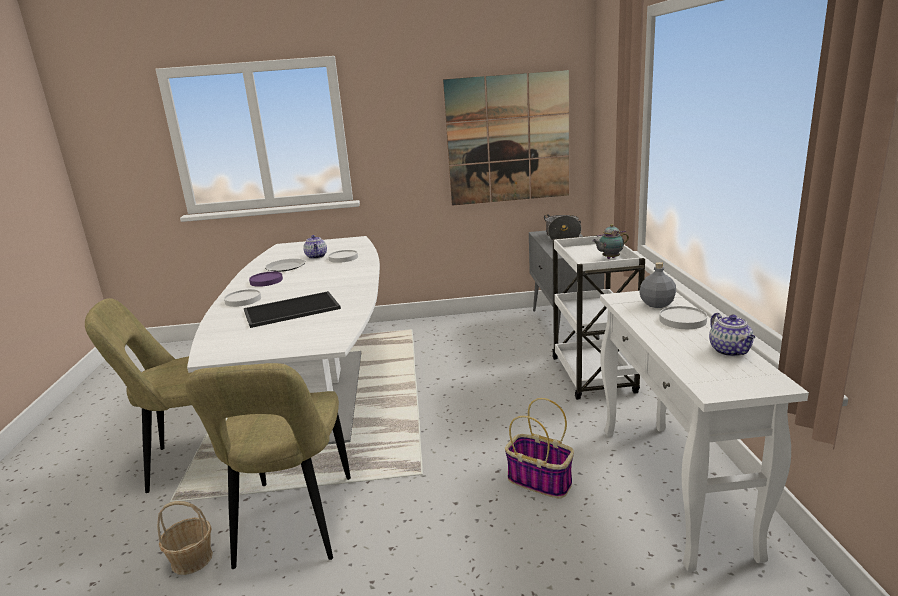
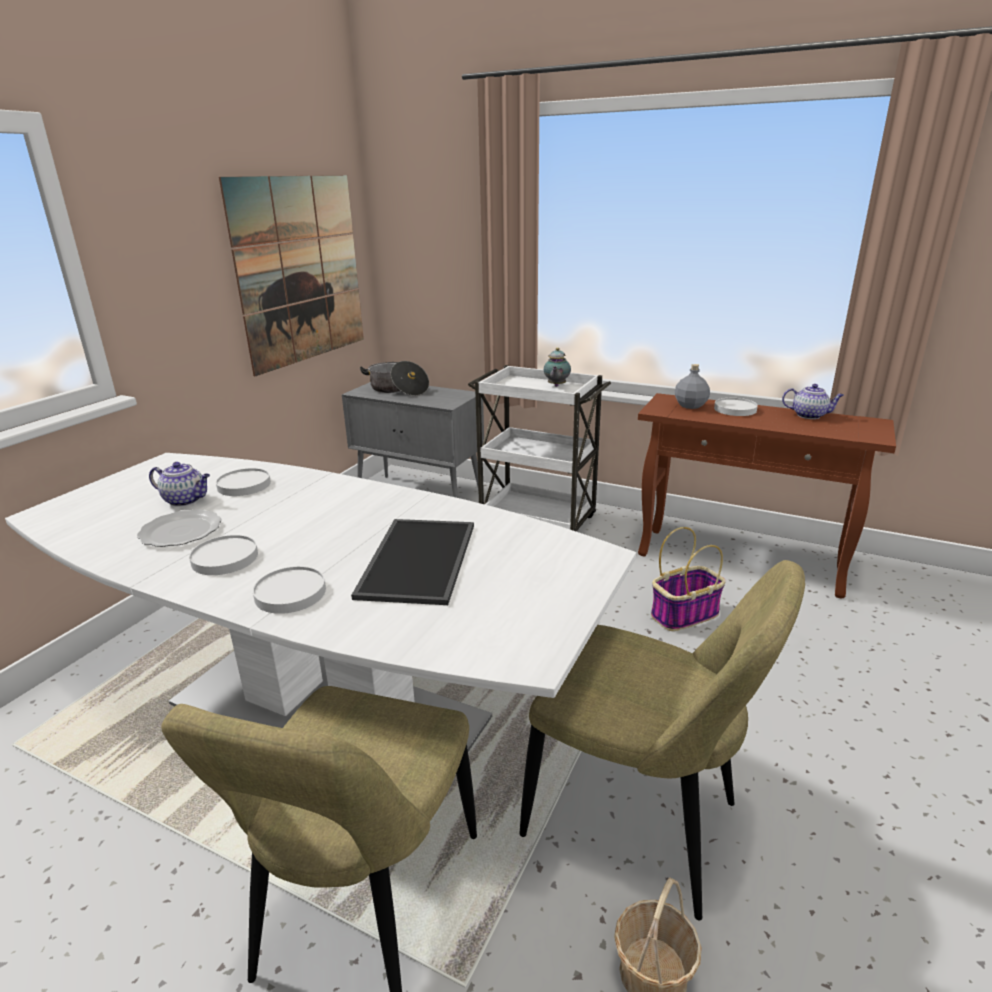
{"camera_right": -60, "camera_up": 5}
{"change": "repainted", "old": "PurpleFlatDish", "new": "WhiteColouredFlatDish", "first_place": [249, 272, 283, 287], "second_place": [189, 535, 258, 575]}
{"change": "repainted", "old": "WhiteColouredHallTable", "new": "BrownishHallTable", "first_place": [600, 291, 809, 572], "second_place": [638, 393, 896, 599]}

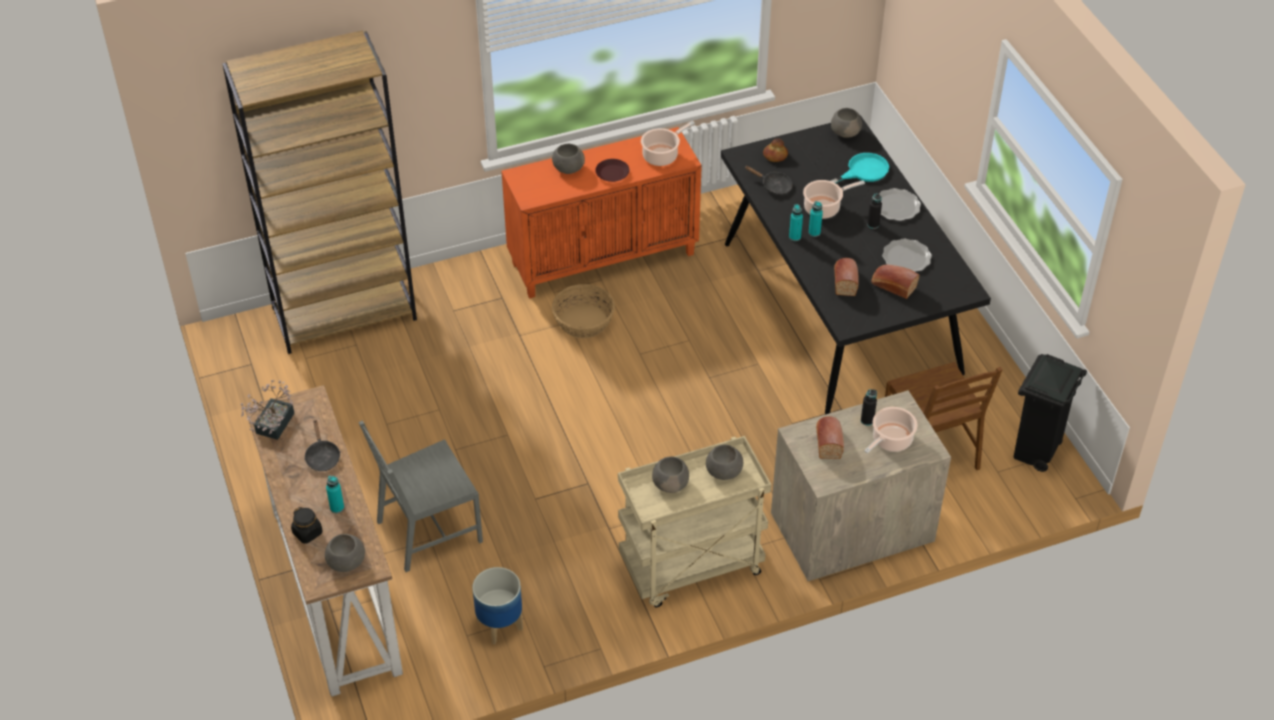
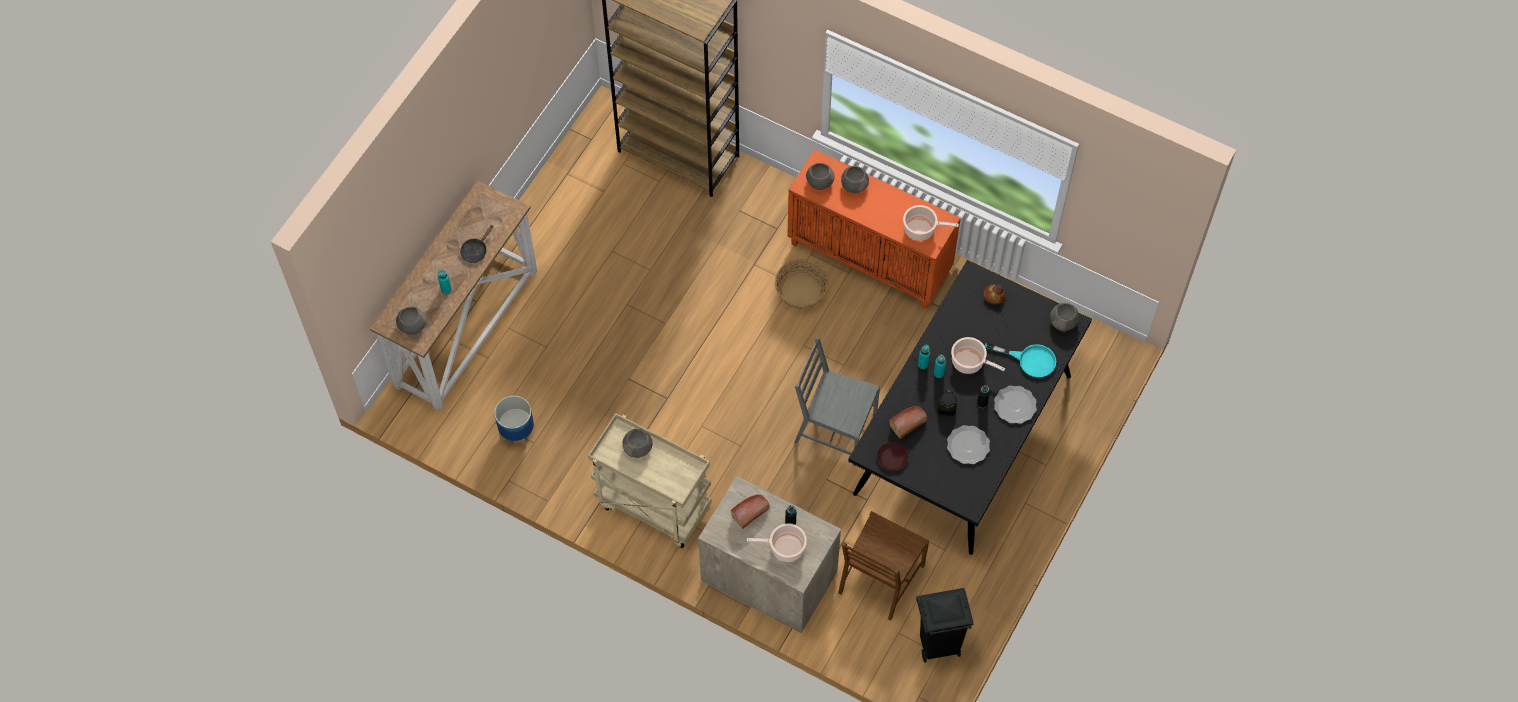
{"camera_right": 50, "camera_up": 15}
{"change": "shifted", "old": "BrownishFlatDish", "first_place": [595, 159, 629, 182], "second_place": [877, 442, 908, 471]}
{"change": "gone", "old": "BlackishSkillet", "first_place": [745, 166, 792, 195]}
{"change": "gone", "old": "BakedBread", "first_place": [872, 265, 920, 299]}
{"change": "gone", "old": "PottedPlant", "first_place": [241, 380, 294, 440]}
{"change": "shifted", "old": "GreyChair", "first_place": [359, 420, 483, 572], "second_place": [795, 337, 880, 466]}
{"change": "shifted", "old": "GreyDeepDish", "first_place": [706, 444, 743, 480], "second_place": [806, 163, 834, 190]}
{"change": "shifted", "old": "BlackishPreserveJar", "first_place": [291, 507, 322, 544], "second_place": [937, 390, 957, 416]}

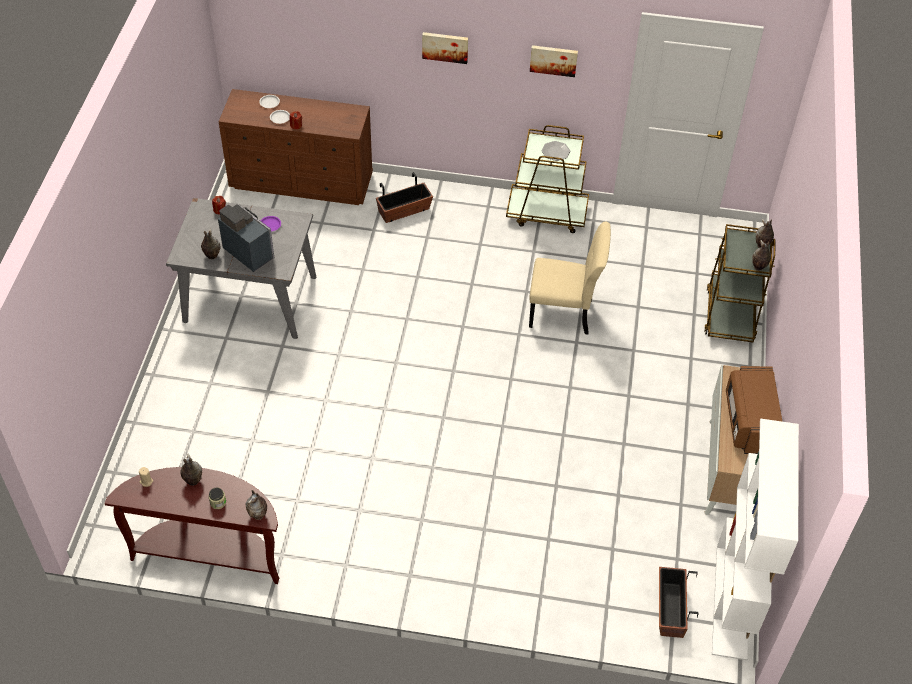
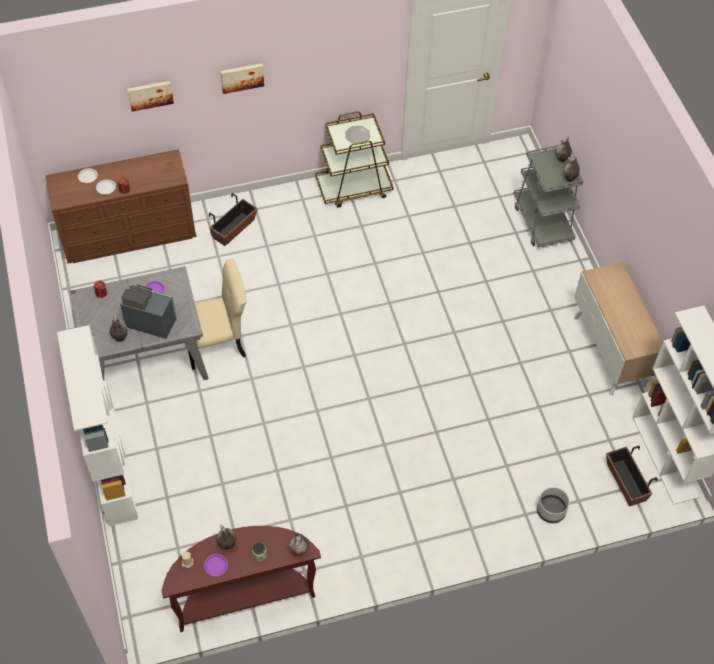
{"camera_right": -25, "camera_up": 5}
{"change": "shifted", "old": "WallArt", "first_place": [530, 45, 578, 77], "second_place": [127, 81, 174, 112]}
{"change": "shifted", "old": "SandColouredChair", "first_place": [529, 222, 611, 335], "second_place": [185, 258, 247, 370]}
{"change": "repainted", "old": "BrownishWheeledCart", "new": "GreyWheeledCart", "first_place": [704, 224, 776, 343], "second_place": [514, 145, 583, 248]}
{"change": "gone", "old": "BrownishMicrowave", "first_place": [726, 366, 783, 454]}
{"change": "new", "new": "WhiteColouredBookcase", "second_place": [57, 325, 138, 526]}
{"change": "new", "new": "GreyPlantPot", "second_place": [537, 487, 570, 523]}
{"change": "new", "new": "PurpleFlatDish", "second_place": [204, 554, 228, 576]}

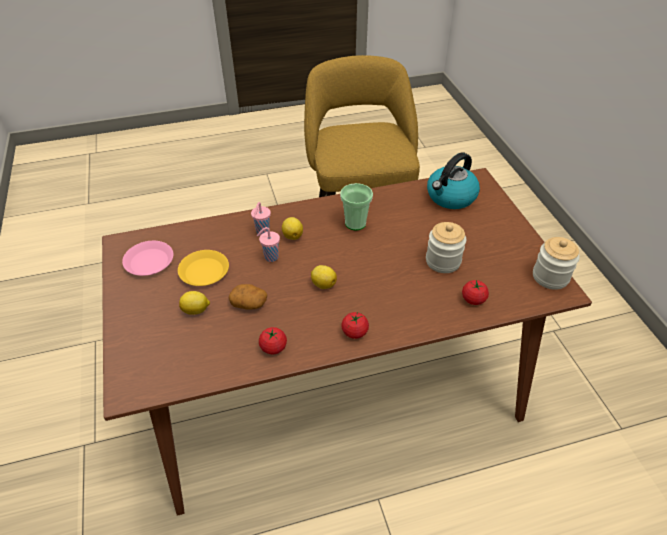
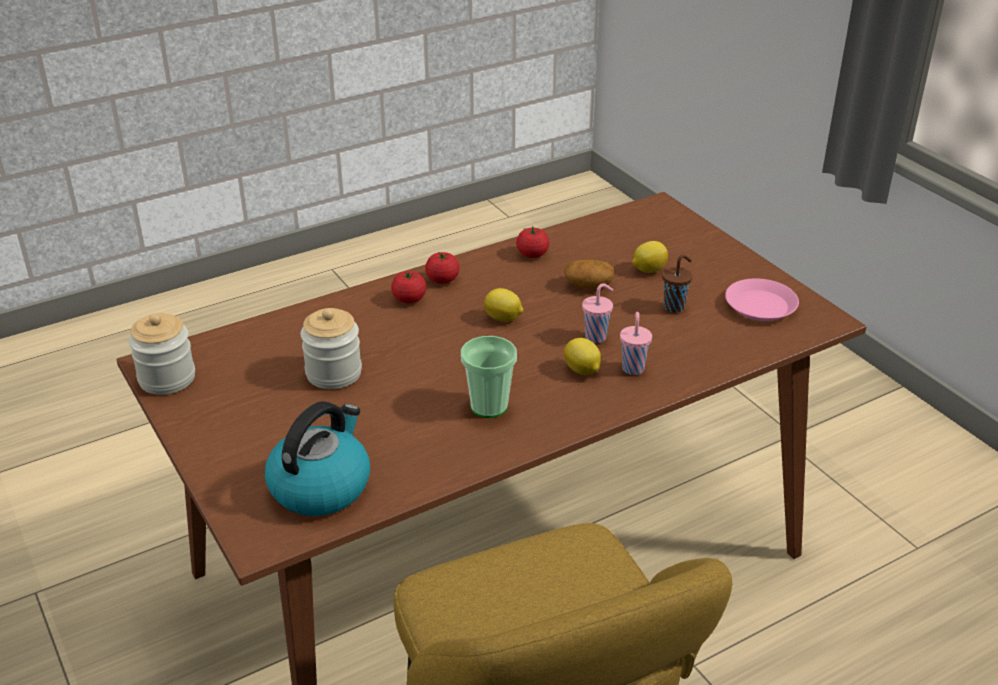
{"camera_right": 165, "camera_up": -10}
{"change": "swapped", "old": "YellowFlatDish", "new": "BrownishDrinkingCup", "first_place": [178, 250, 229, 286], "second_place": [662, 254, 692, 313]}
{"change": "shifted", "old": "WholeTomato", "first_place": [462, 280, 489, 305], "second_place": [391, 271, 426, 303]}

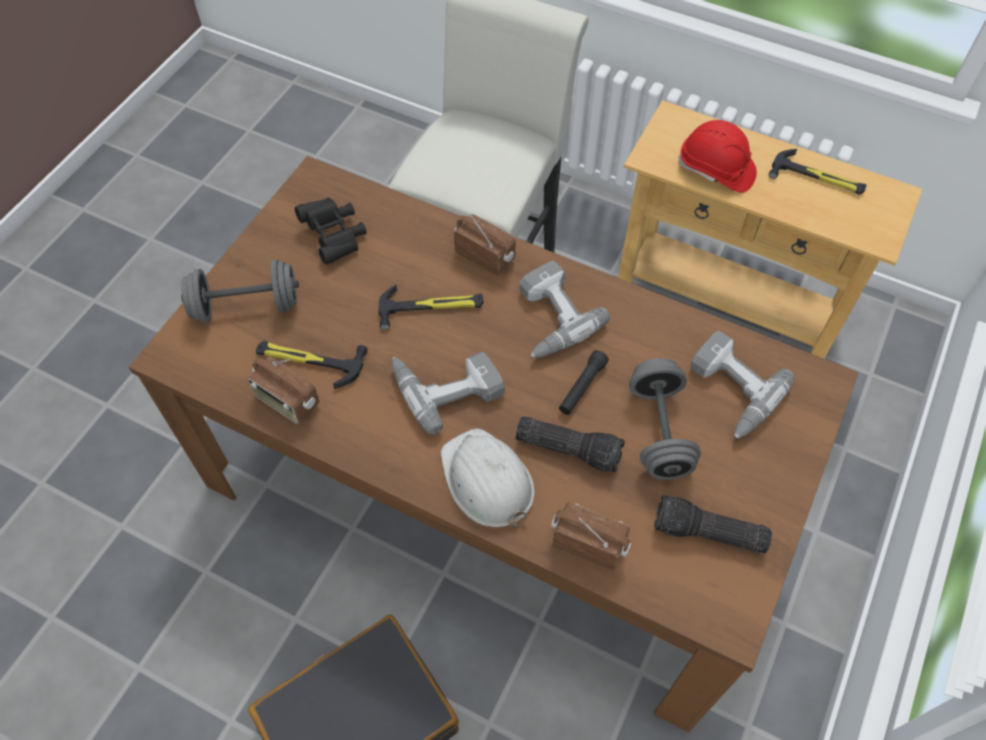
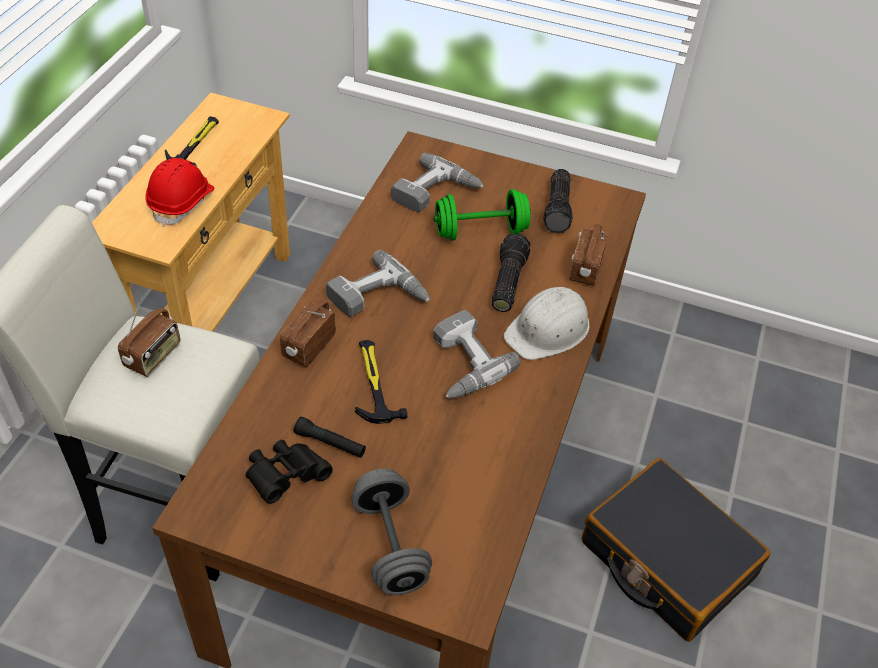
{"camera_right": -100, "camera_up": -10}
{"change": "gone", "old": "HandHammer", "first_place": [256, 341, 368, 389]}
{"change": "shifted", "old": "BlackishHandTorch", "first_place": [559, 350, 609, 415], "second_place": [294, 416, 366, 458]}
{"change": "shifted", "old": "Radio", "first_place": [248, 356, 319, 424], "second_place": [118, 300, 180, 377]}
{"change": "repainted", "old": "GreyHandWeight", "new": "GreenishHandWeight", "first_place": [629, 358, 701, 480], "second_place": [434, 189, 531, 241]}

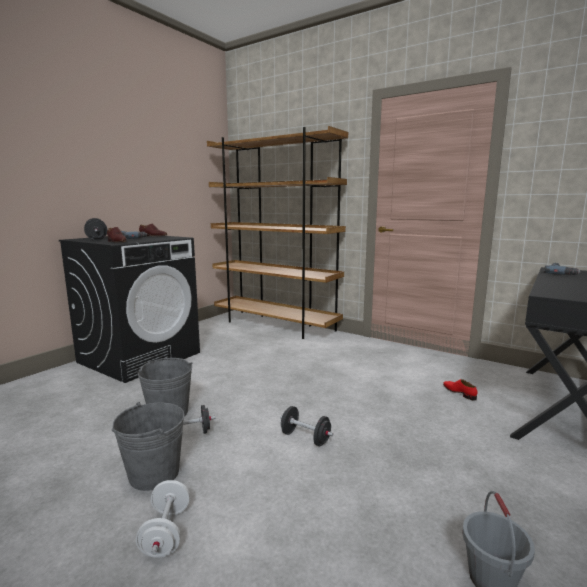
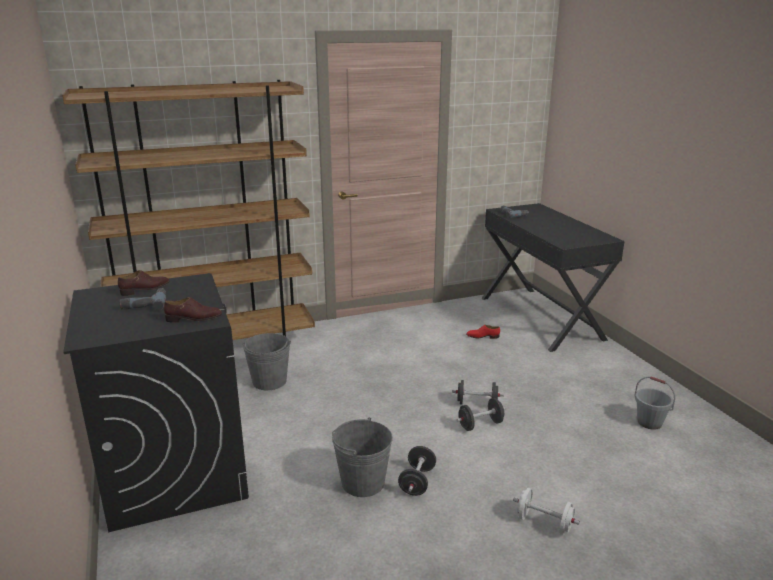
{"camera_right": -55, "camera_up": 10}
{"change": "shifted", "old": "BlackishHandWeight", "first_place": [84, 218, 107, 240], "second_place": [452, 380, 504, 404]}
{"change": "shifted", "old": "GreyBucket", "first_place": [112, 402, 185, 491], "second_place": [242, 333, 291, 390]}

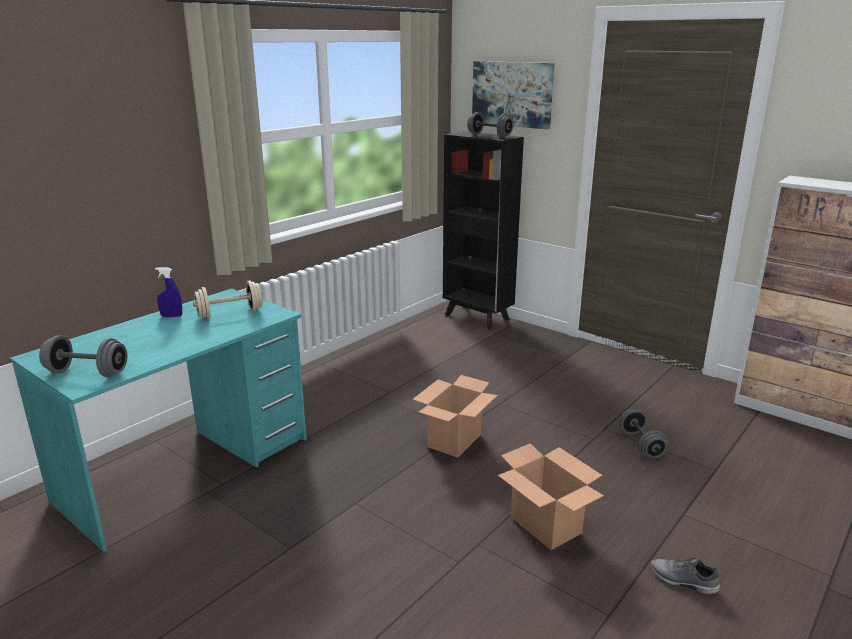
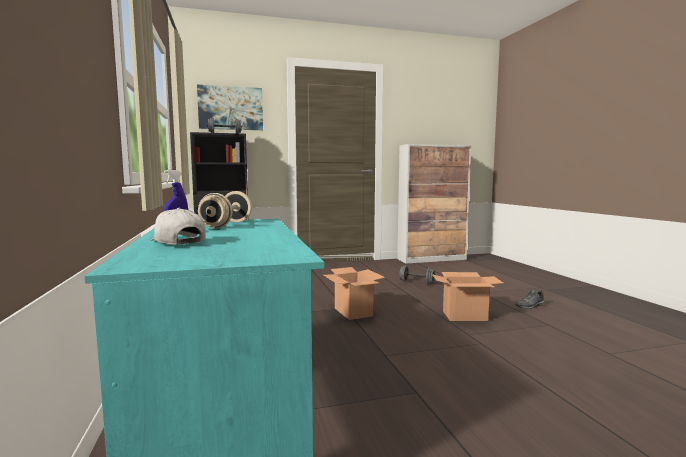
{"camera_right": -55, "camera_up": -15}
{"change": "gone", "old": "GreyHandWeight", "first_place": [39, 335, 127, 377]}
{"change": "new", "new": "WhiteColouredCap", "second_place": [150, 208, 206, 245]}

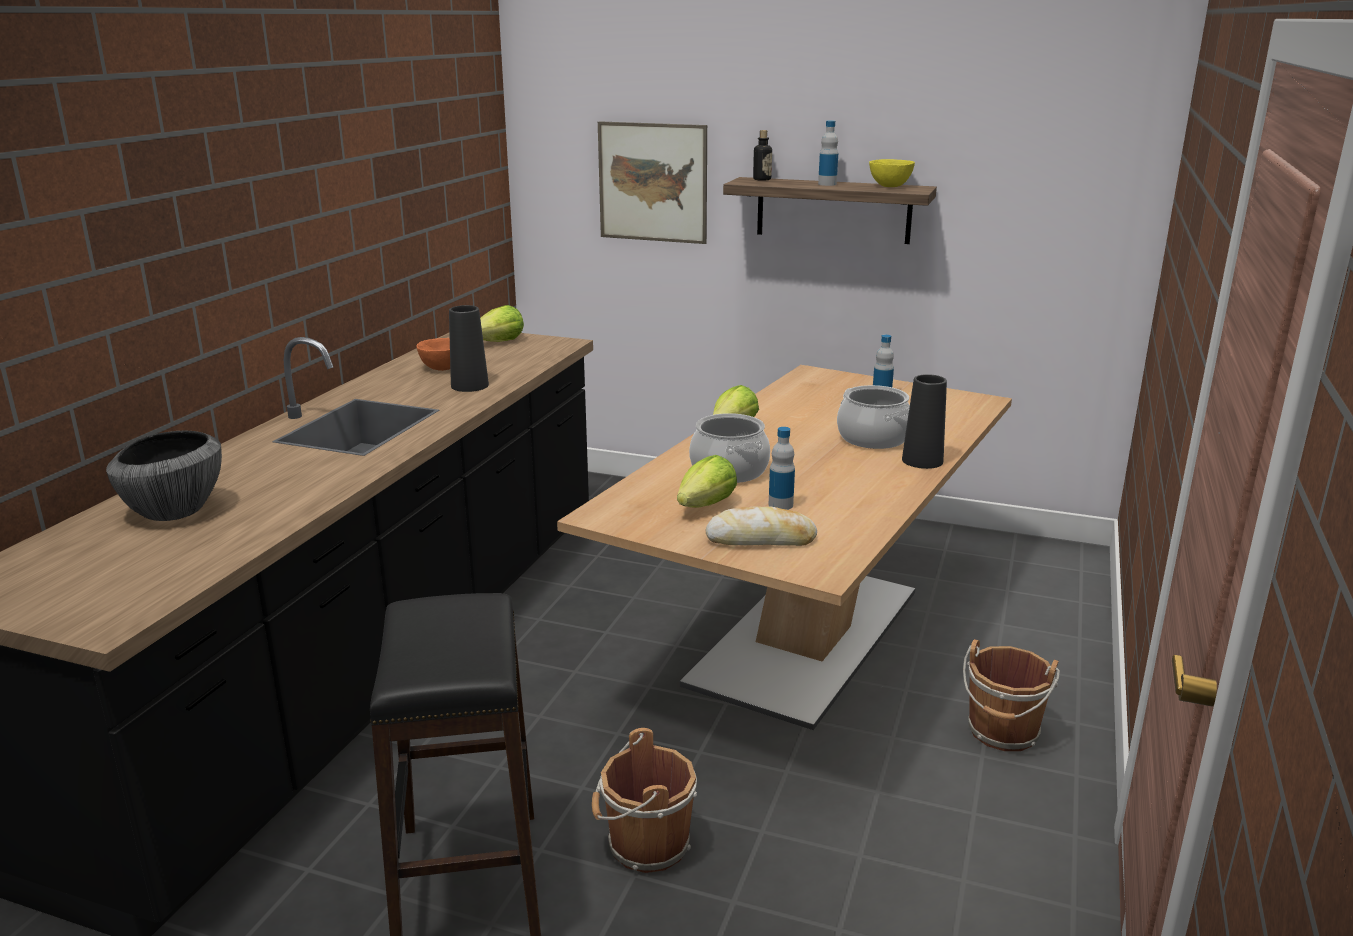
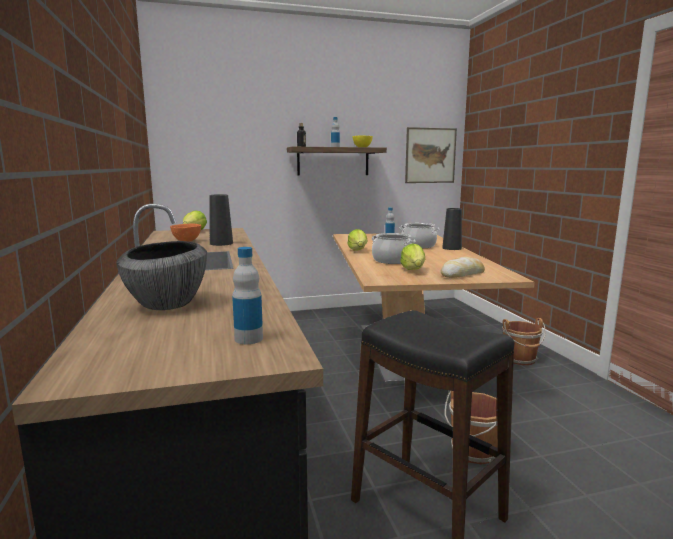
{"camera_right": -35, "camera_up": -10}
{"change": "shifted", "old": "WallArt", "first_place": [598, 121, 707, 244], "second_place": [405, 127, 457, 183]}
{"change": "shifted", "old": "DrinkBottle", "first_place": [769, 427, 795, 510], "second_place": [232, 247, 263, 344]}

